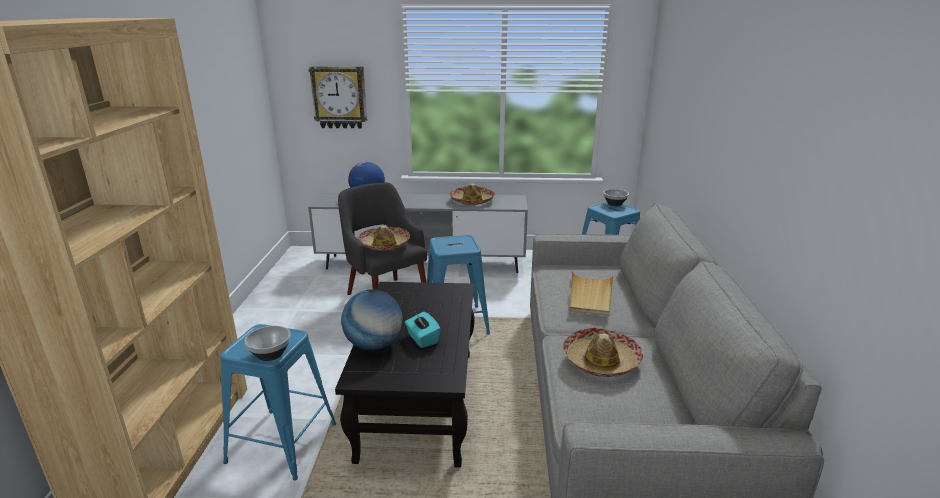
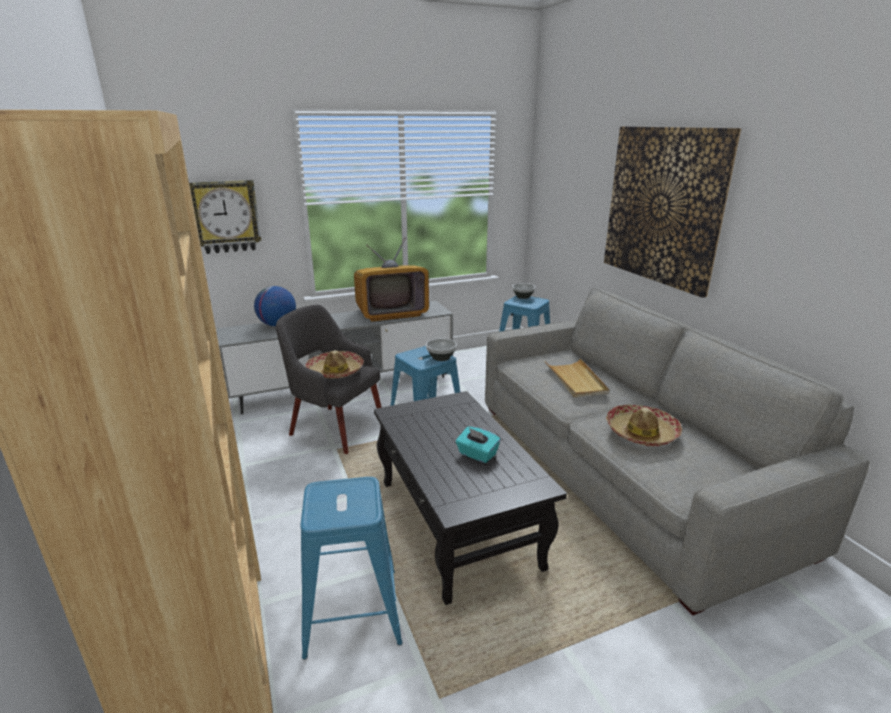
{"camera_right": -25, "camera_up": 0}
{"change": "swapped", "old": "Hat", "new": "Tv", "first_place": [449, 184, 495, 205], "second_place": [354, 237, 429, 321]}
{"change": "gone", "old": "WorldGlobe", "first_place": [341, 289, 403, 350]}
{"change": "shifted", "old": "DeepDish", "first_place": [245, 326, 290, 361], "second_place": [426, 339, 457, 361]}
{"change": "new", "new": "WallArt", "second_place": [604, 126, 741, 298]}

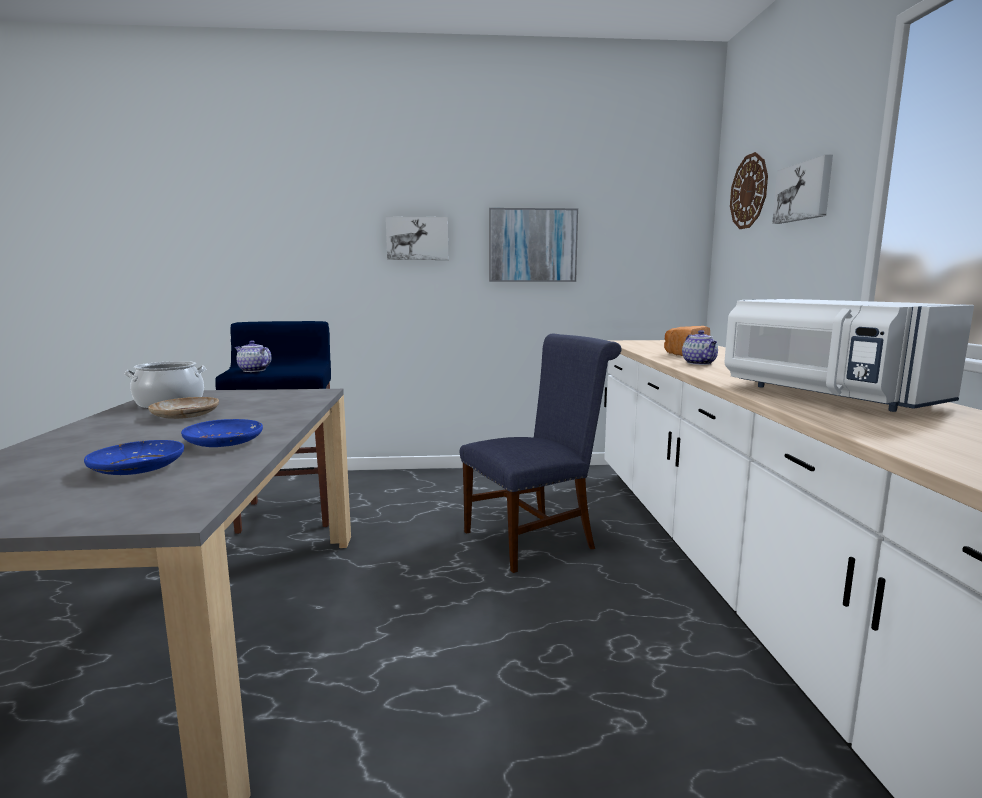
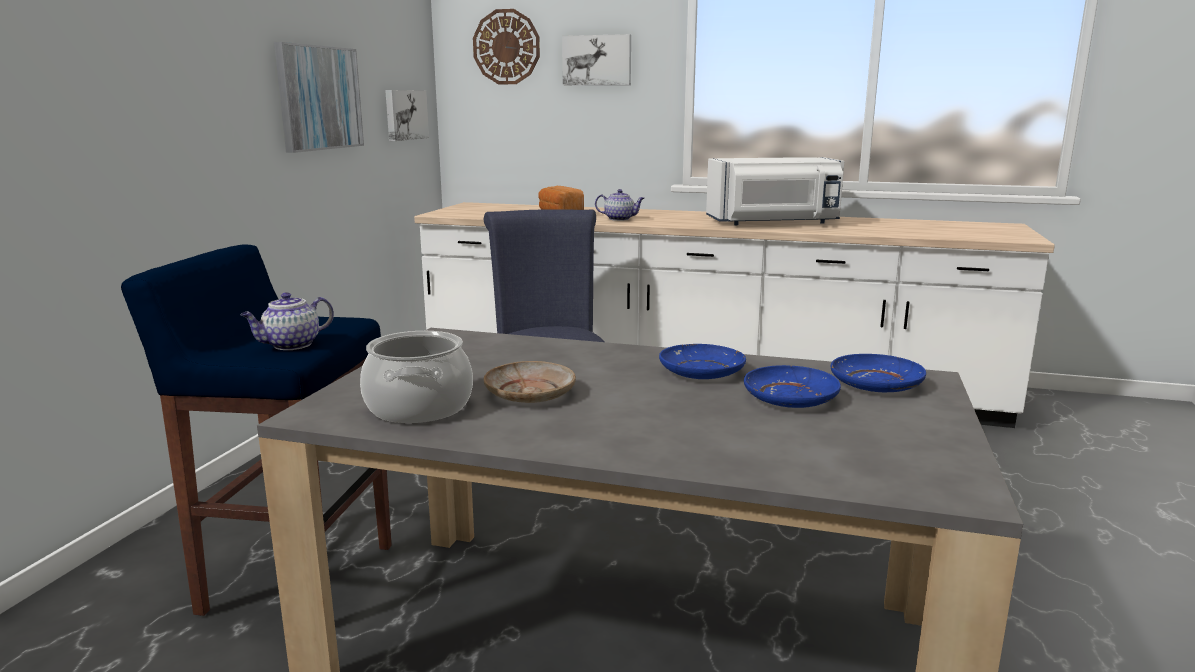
{"camera_right": -70, "camera_up": 5}
{"change": "shifted", "old": "WallArt", "first_place": [386, 217, 448, 260], "second_place": [385, 90, 429, 141]}
{"change": "new", "new": "BlueFlatDish", "second_place": [831, 354, 926, 392]}

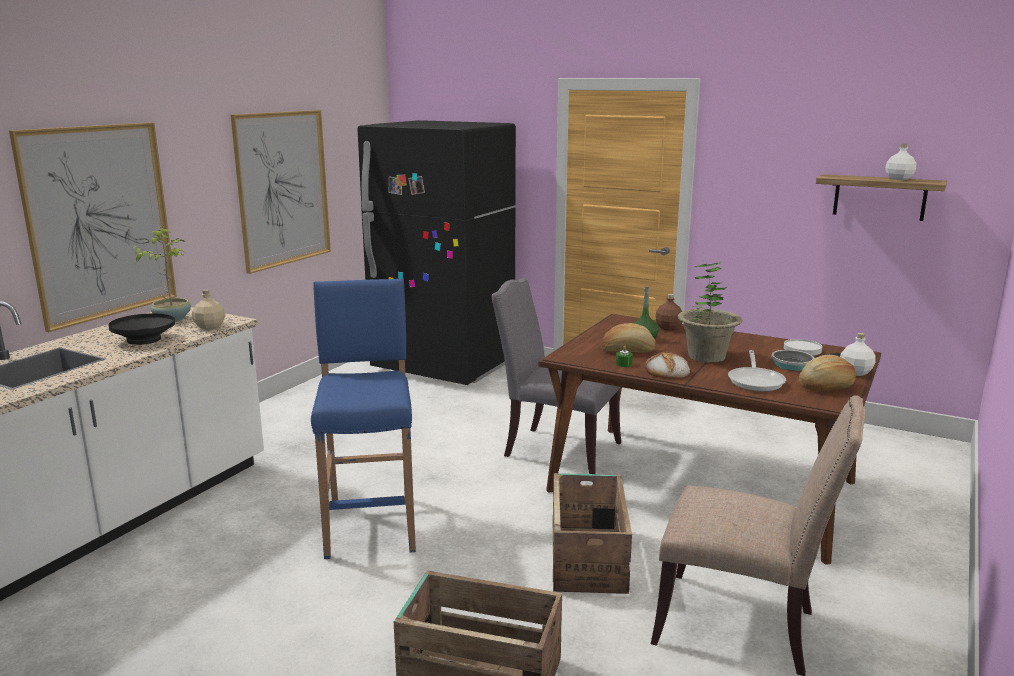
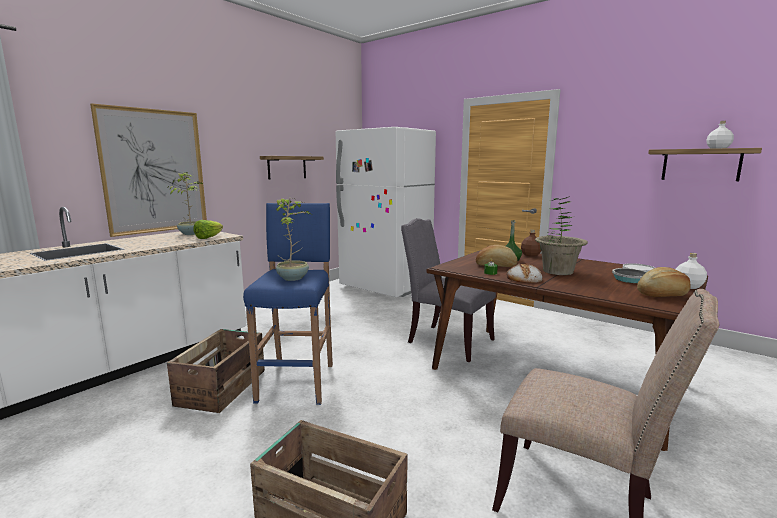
{"camera_right": 10, "camera_up": -5}
{"change": "swapped", "old": "WallArt", "new": "BracketShelf", "first_place": [231, 110, 331, 274], "second_place": [260, 156, 324, 180]}
{"change": "repainted", "old": "BlackishKitchenFridge", "new": "WhiteColouredKitchenFridge", "first_place": [357, 120, 516, 385], "second_place": [336, 127, 436, 297]}
{"change": "swapped", "old": "SandColouredDrinkBottle", "new": "LettuceHead", "first_place": [192, 289, 225, 330], "second_place": [193, 220, 223, 239]}
{"change": "gone", "old": "BlackishDeepDish", "first_place": [109, 314, 175, 345]}
{"change": "gone", "old": "Skillet", "first_place": [728, 350, 786, 392]}
{"change": "shifted", "old": "ShippingCrate", "first_place": [553, 473, 632, 594], "second_place": [167, 329, 265, 413]}
{"change": "new", "new": "PottedPlant", "second_place": [276, 198, 311, 281]}

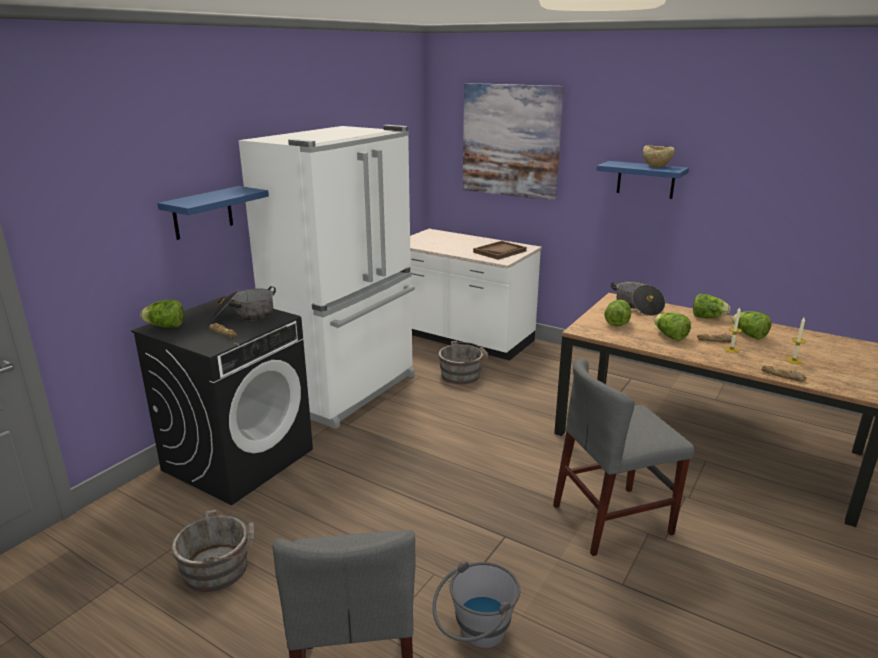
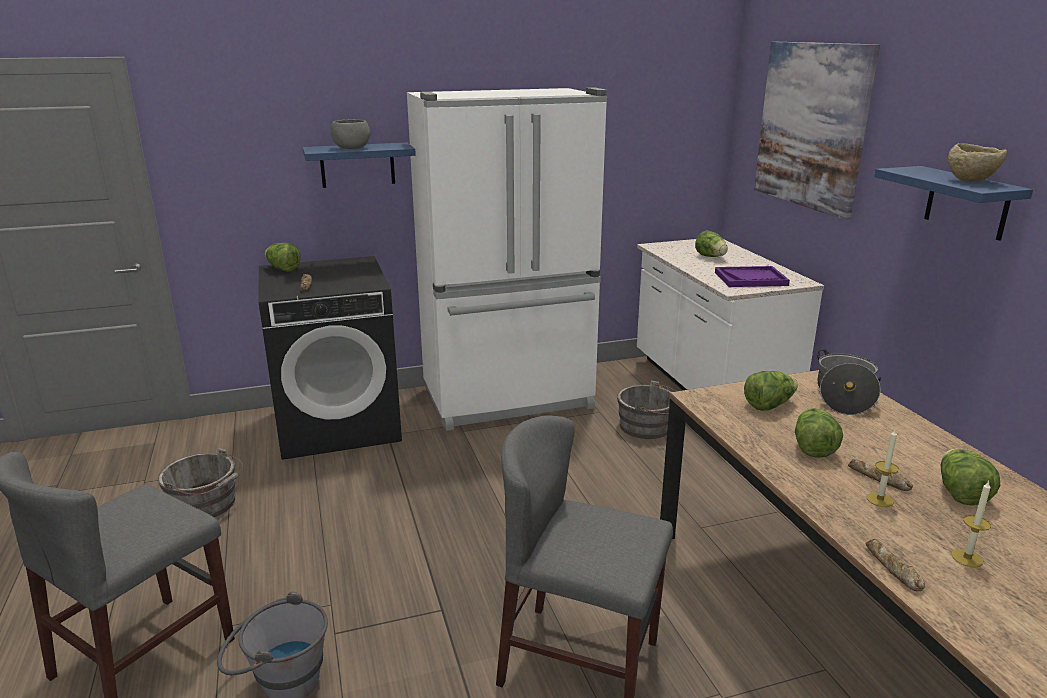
{"camera_right": 40, "camera_up": 0}
{"change": "repainted", "old": "BrownishTray", "new": "PurpleTray", "first_place": [473, 241, 527, 260], "second_place": [715, 266, 790, 287]}
{"change": "gone", "old": "Saucepot", "first_place": [212, 286, 276, 321]}
{"change": "shifted", "old": "LettuceHead", "first_place": [693, 294, 730, 318], "second_place": [695, 230, 728, 257]}
{"change": "new", "new": "GreyDeepDish", "second_place": [330, 119, 370, 149]}

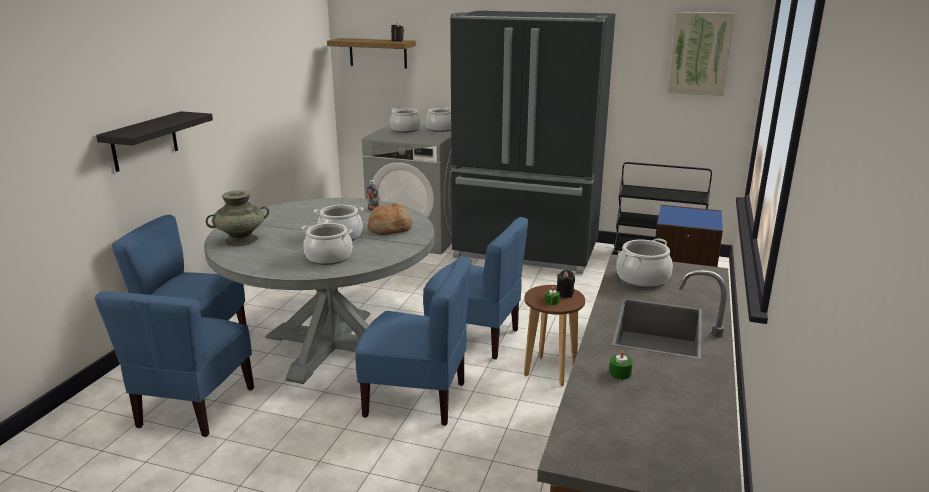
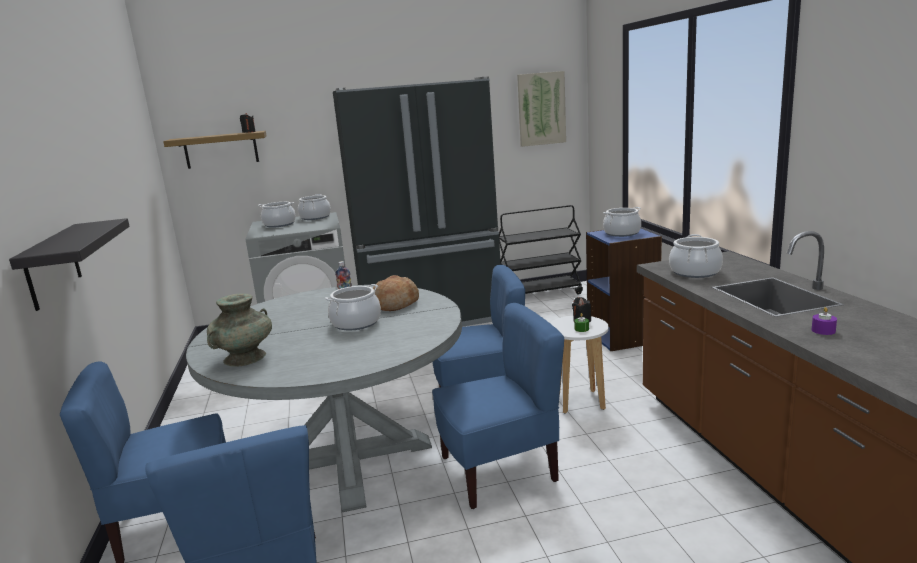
{"camera_right": -30, "camera_up": -5}
{"change": "shifted", "old": "Saucepot", "first_place": [301, 223, 353, 265], "second_place": [603, 207, 641, 237]}
{"change": "repainted", "old": "BrownishStool", "new": "WhiteColouredStool", "first_place": [524, 285, 585, 386], "second_place": [550, 316, 609, 414]}
{"change": "repainted", "old": "GreenishWaxCandle", "new": "PurpleWaxCandle", "first_place": [609, 350, 633, 379], "second_place": [812, 307, 837, 335]}

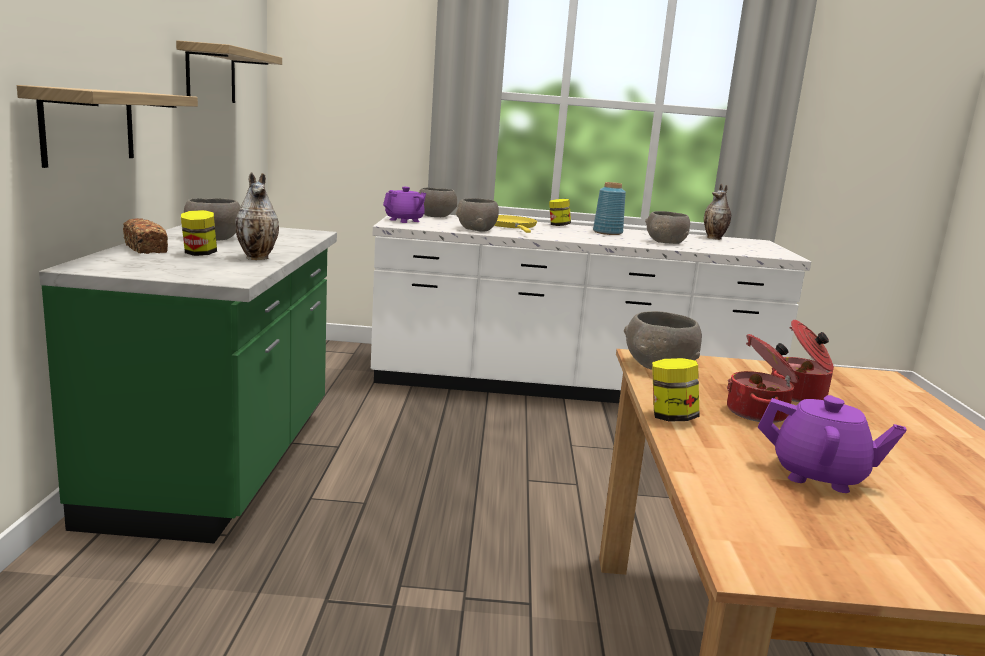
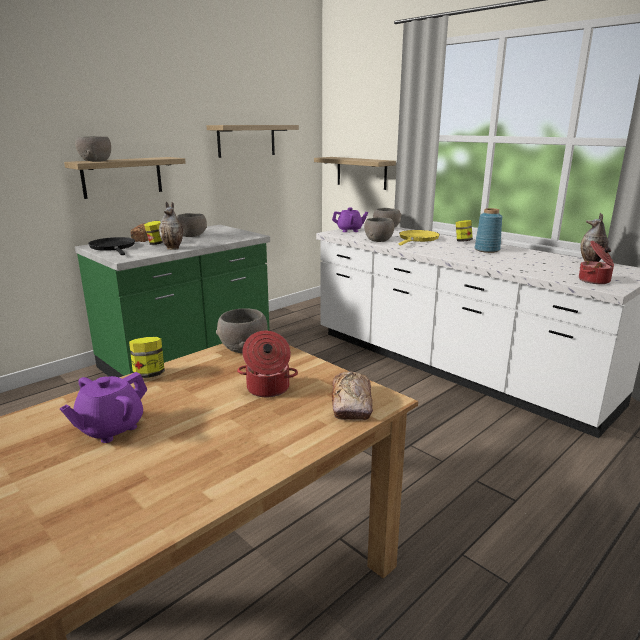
{"camera_right": 45, "camera_up": 5}
{"change": "shifted", "old": "GreyDeepDish", "first_place": [645, 211, 690, 244], "second_place": [75, 136, 111, 162]}
{"change": "shifted", "old": "Saucepot", "first_place": [727, 334, 799, 423], "second_place": [579, 241, 614, 284]}
{"change": "rotated", "old": "PurplePotForTea", "first_place": [758, 395, 907, 493], "second_place": [60, 372, 147, 443], "degrees": 60}
{"change": "new", "new": "BracketShelf", "second_place": [314, 157, 396, 190]}
{"change": "new", "new": "BlackishSkillet", "second_place": [88, 237, 135, 255]}
{"change": "new", "new": "BakedBread", "second_place": [332, 372, 373, 421]}

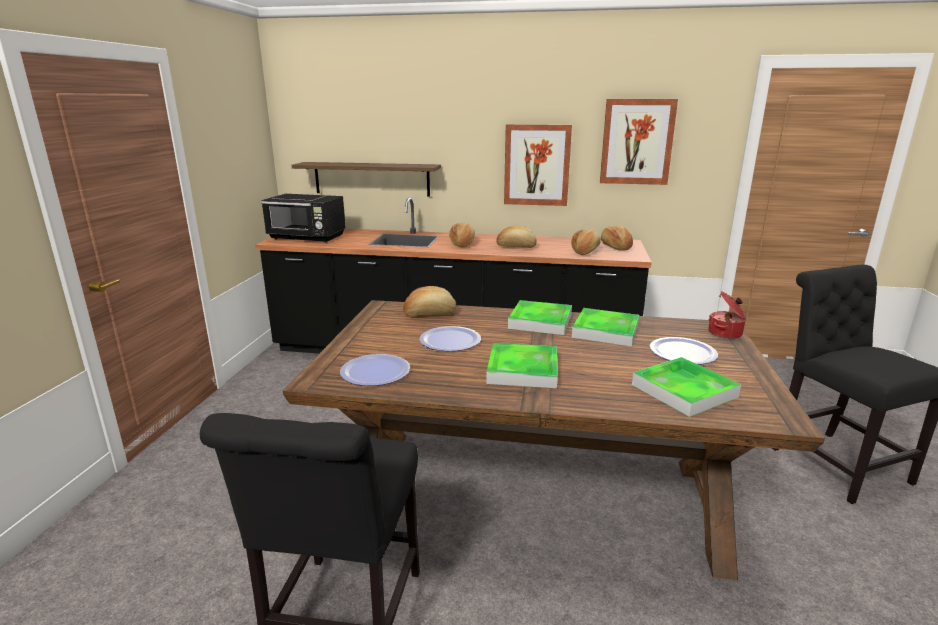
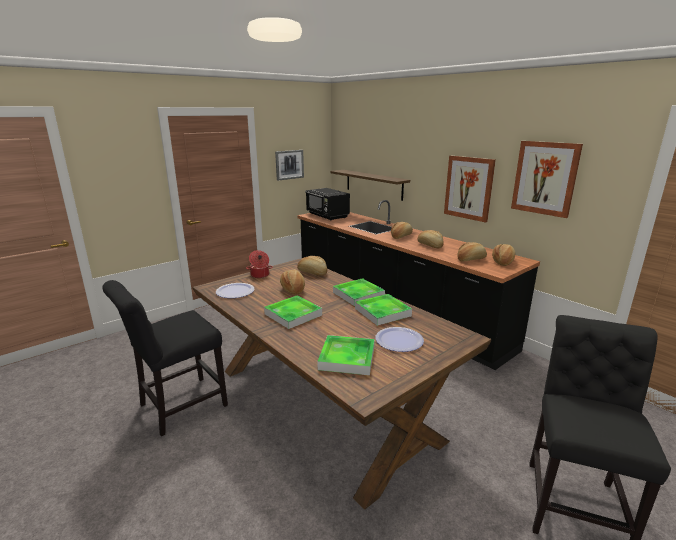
{"camera_right": 40, "camera_up": 0}
{"change": "shifted", "old": "Saucepot", "first_place": [708, 291, 746, 339], "second_place": [246, 250, 273, 278]}
{"change": "swapped", "old": "FlatDish", "new": "BakedBread", "first_place": [420, 326, 481, 351], "second_place": [280, 269, 305, 294]}
{"change": "new", "new": "WallArt", "second_place": [275, 150, 304, 181]}

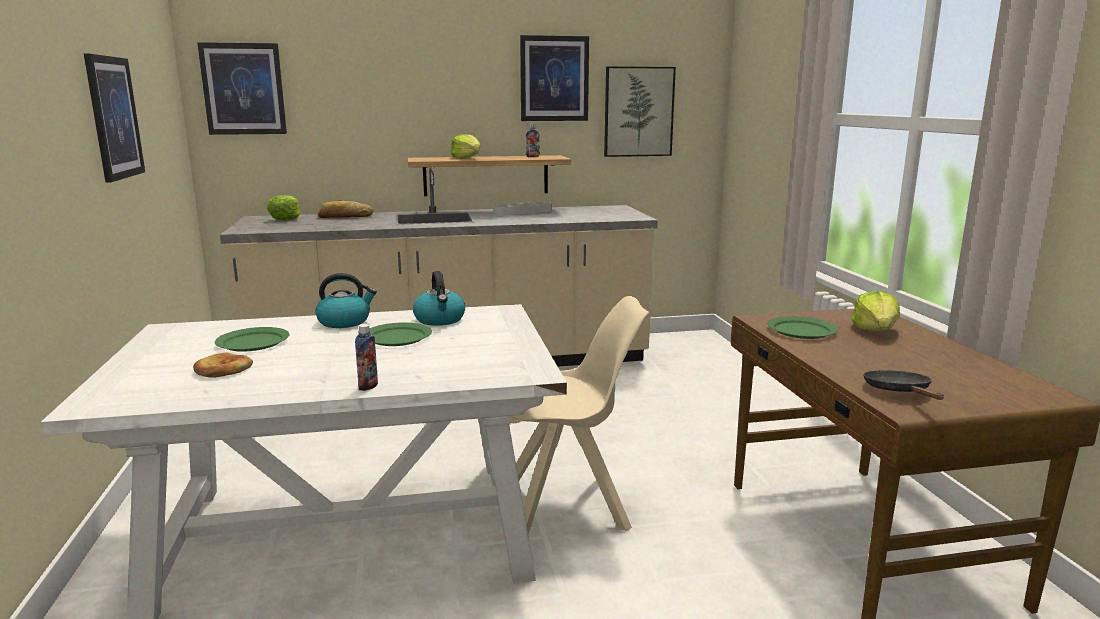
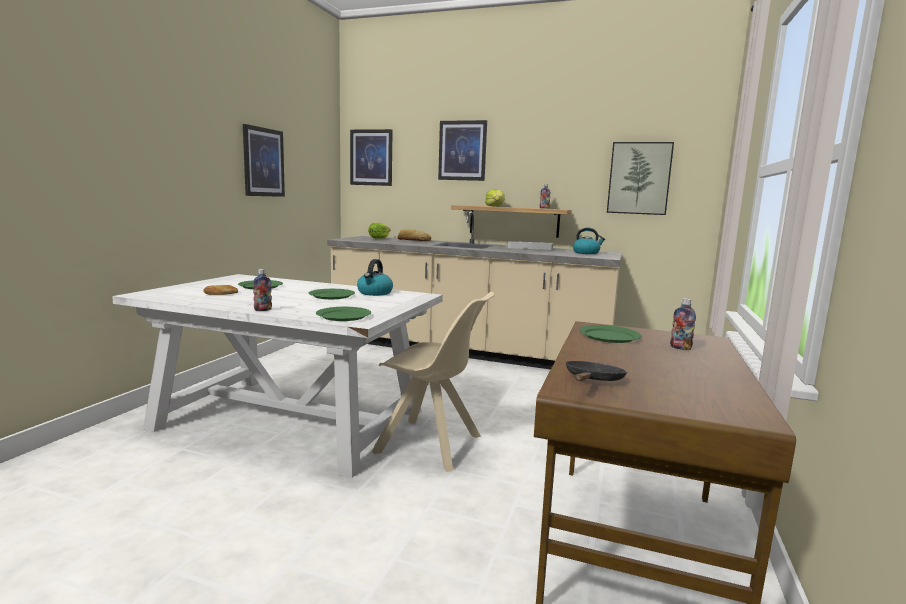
{"camera_right": 30, "camera_up": -5}
{"change": "shifted", "old": "WallArt", "first_place": [520, 35, 589, 121], "second_place": [438, 120, 487, 181]}
{"change": "shifted", "old": "Kettle", "first_place": [315, 273, 377, 328], "second_place": [573, 228, 605, 254]}
{"change": "swapped", "old": "LettuceHead", "new": "DrinkBottle", "first_place": [851, 291, 900, 331], "second_place": [670, 298, 696, 351]}
{"change": "new", "new": "GreenishFlatDish", "second_place": [316, 307, 371, 321]}

